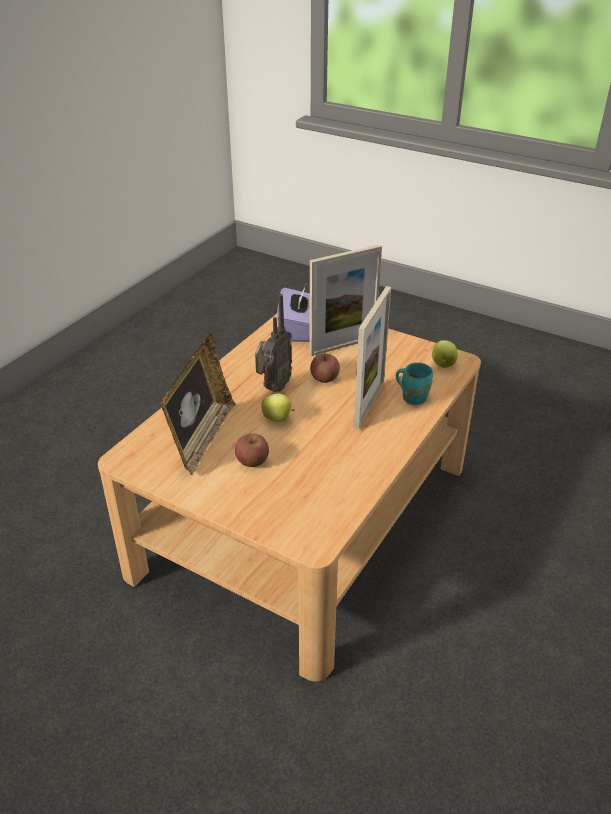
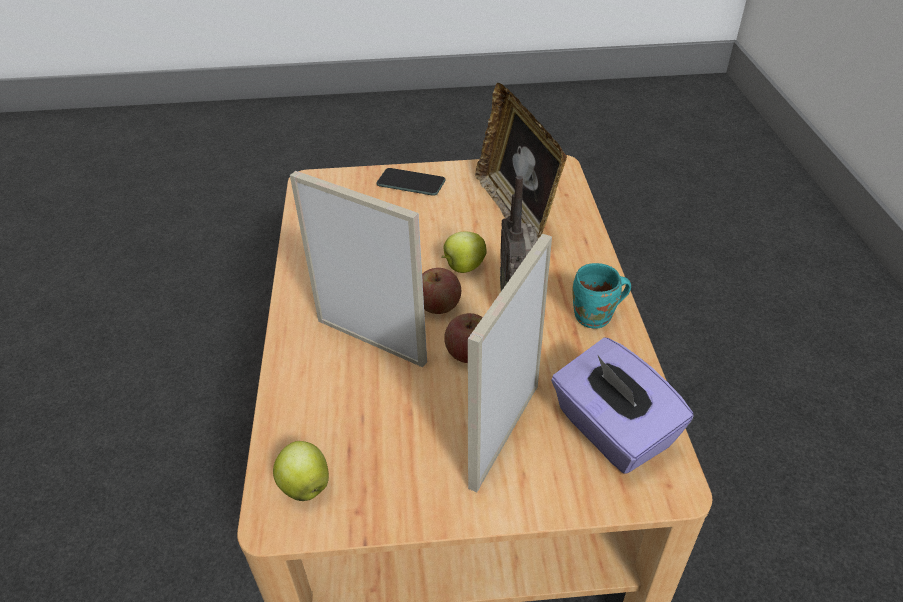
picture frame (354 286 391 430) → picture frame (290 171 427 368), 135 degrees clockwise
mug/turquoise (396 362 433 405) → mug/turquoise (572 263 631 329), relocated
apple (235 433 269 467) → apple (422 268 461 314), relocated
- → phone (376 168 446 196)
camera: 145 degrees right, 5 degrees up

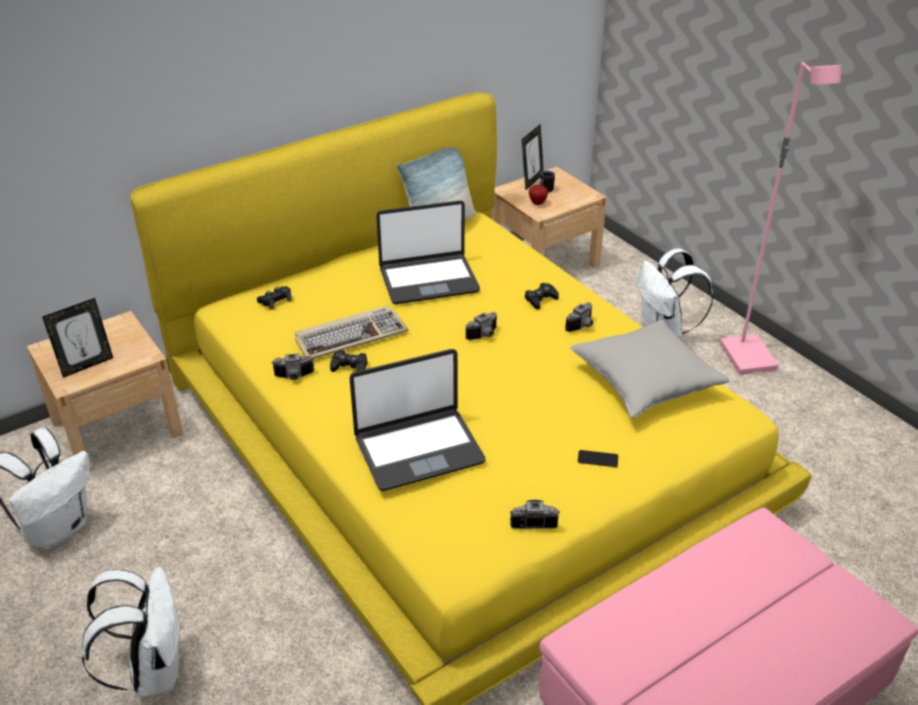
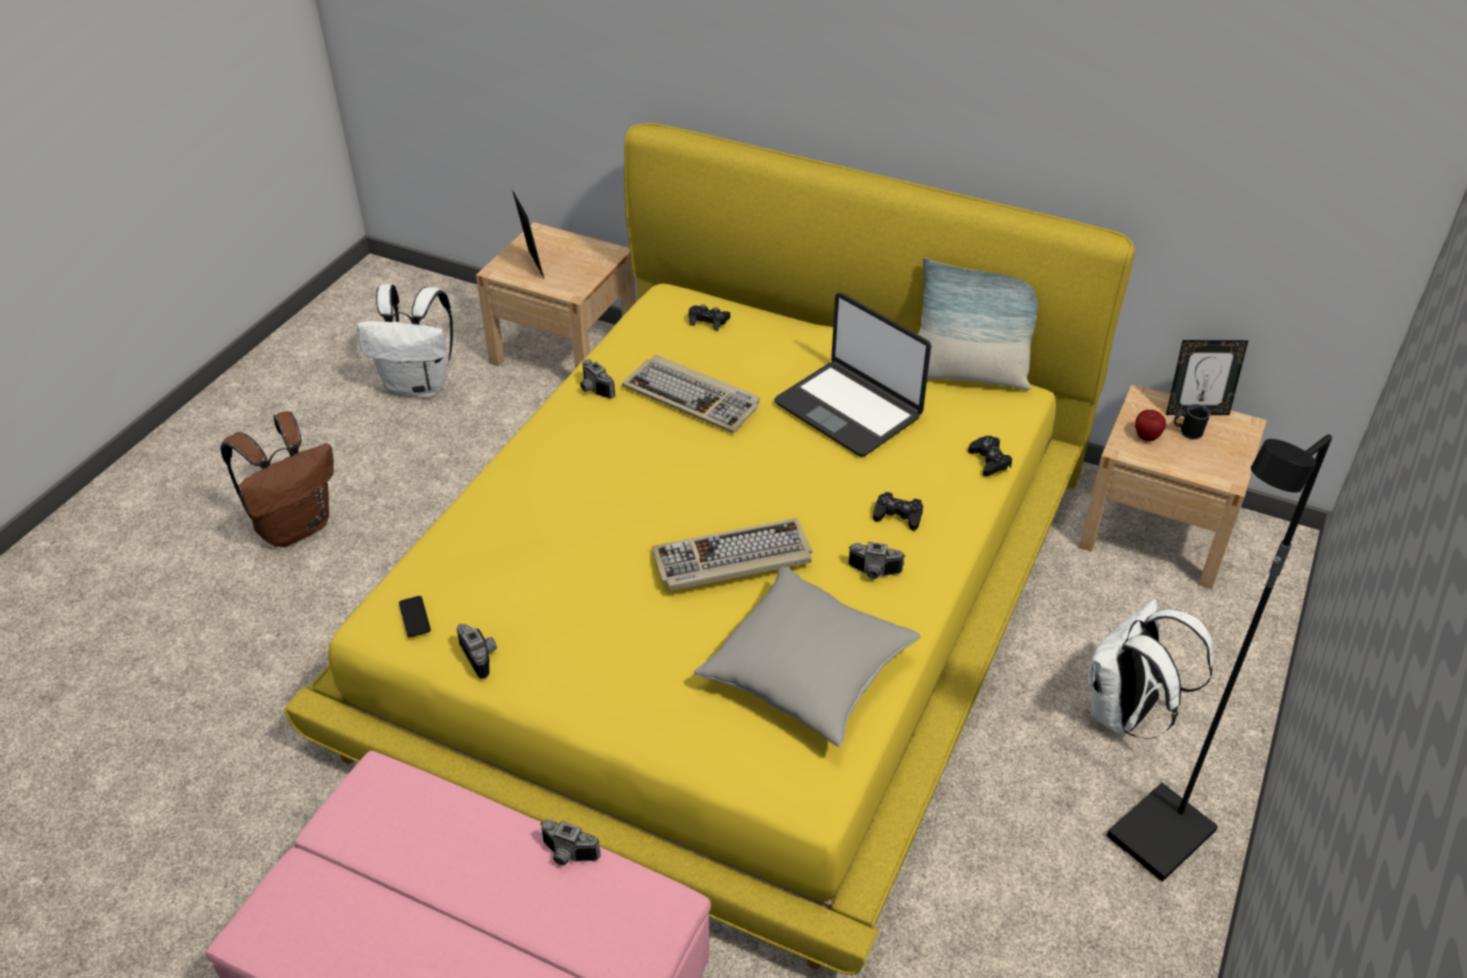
floor lamp/pink (720 62 841 375) → floor lamp/black (1107 434 1332 881)
picture frame (42 298 113 378) → picture frame (512 190 544 278), 135 degrees counterclockwise
photo camera (466 312 497 340) → photo camera (540 820 601 866), relocated
laptop (350 349 485 491) → -
game controller/black (330 350 368 372) → game controller/black (968 436 1012 476), relocated
phone (578 450 618 467) → phone (399 596 431 637), relocated
backpack/white (82 567 183 697) → backpack/brown (220 411 334 547)
- → keyboard (651 518 812 591)
camera: 60 degrees right, 5 degrees up

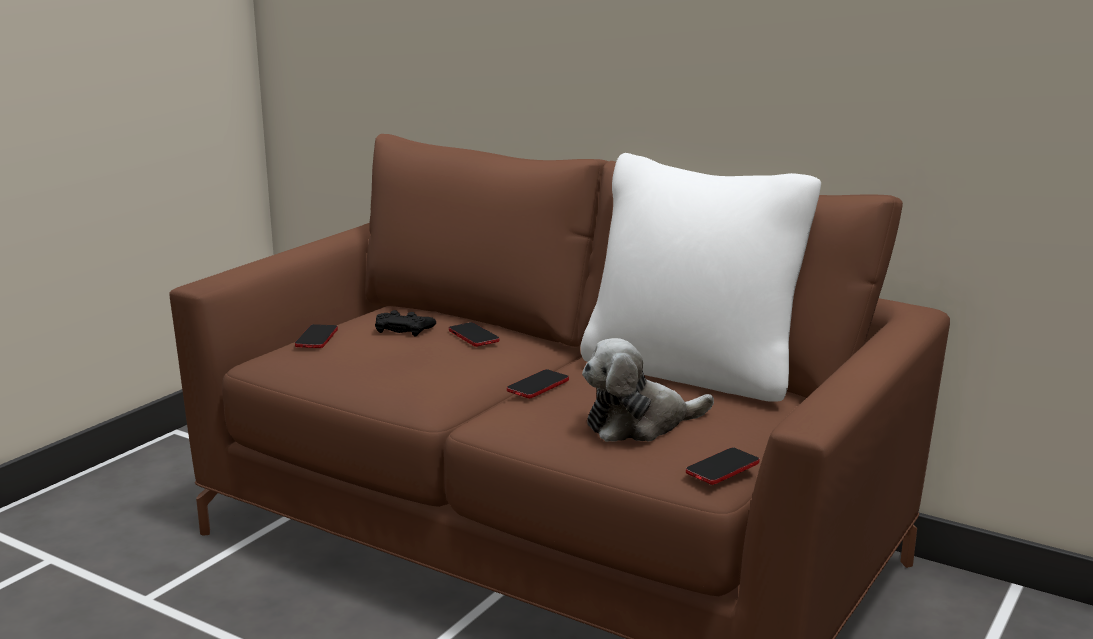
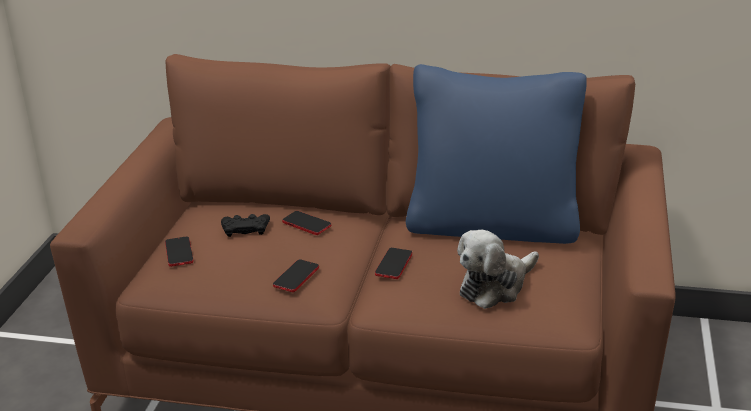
pillow/white (580 153 821 402) → pillow/blue (406 64 587 244)
phone (686 448 759 485) → phone (273 259 319 292), relocated
camera: 20 degrees left, 10 degrees up

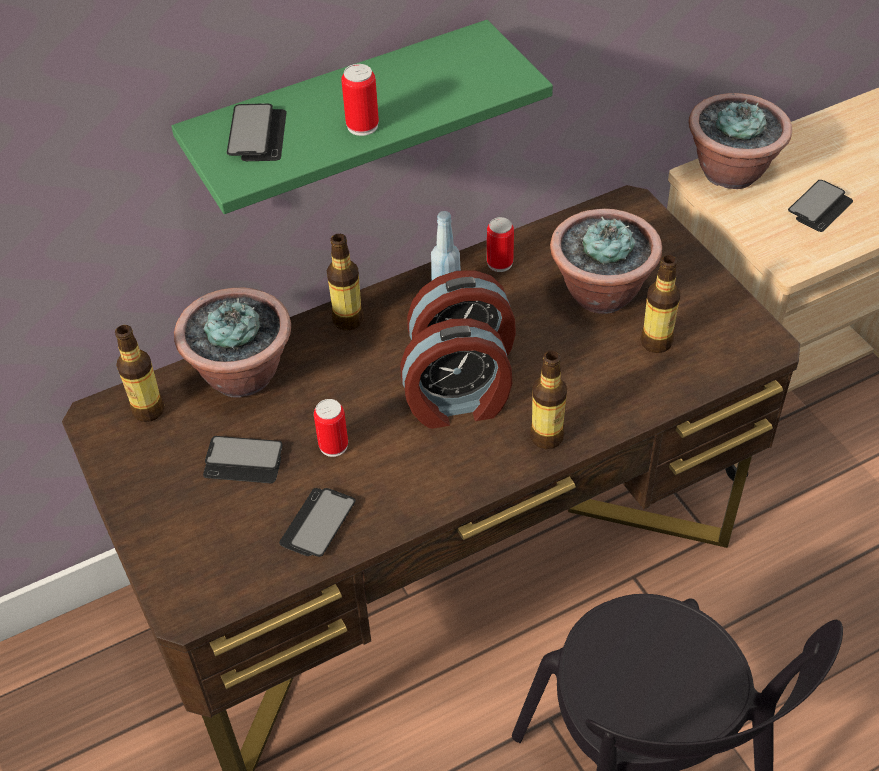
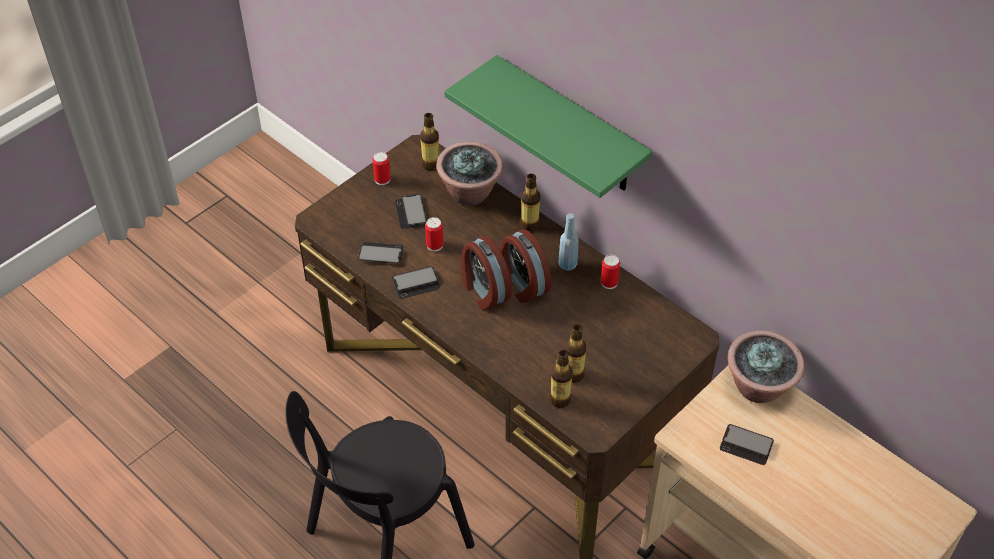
can (341 64 379 136) → can (372 152 391 185), relocated
phone (227 103 287 161) → phone (392 266 440 299), relocated
potted plant (550 209 662 314) → -
bottle (530 351 567 449) → bottle (550 349 573 408), relocated
camera: 70 degrees right, 0 degrees up

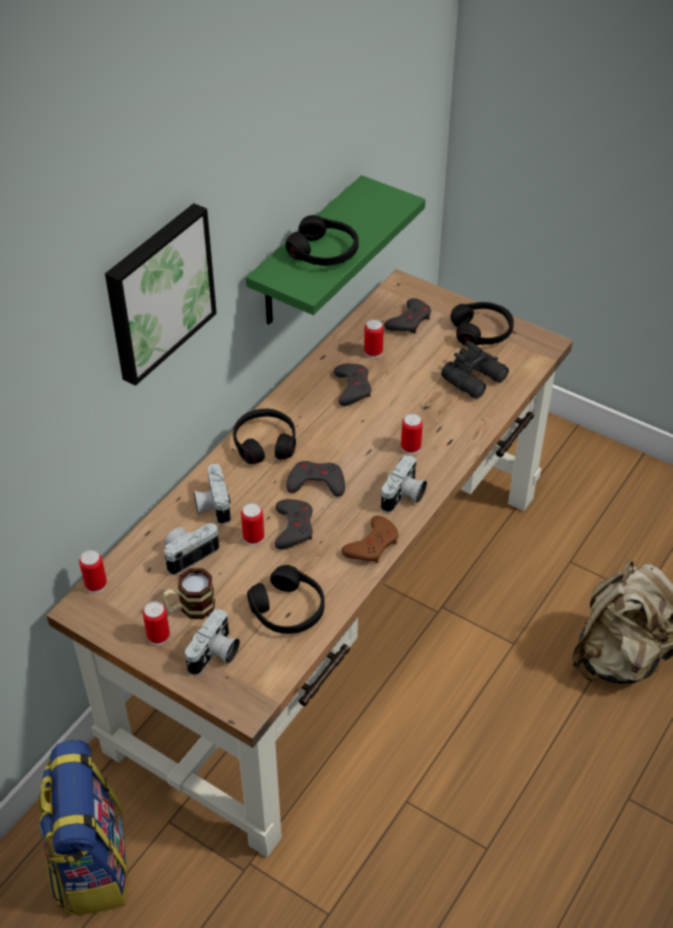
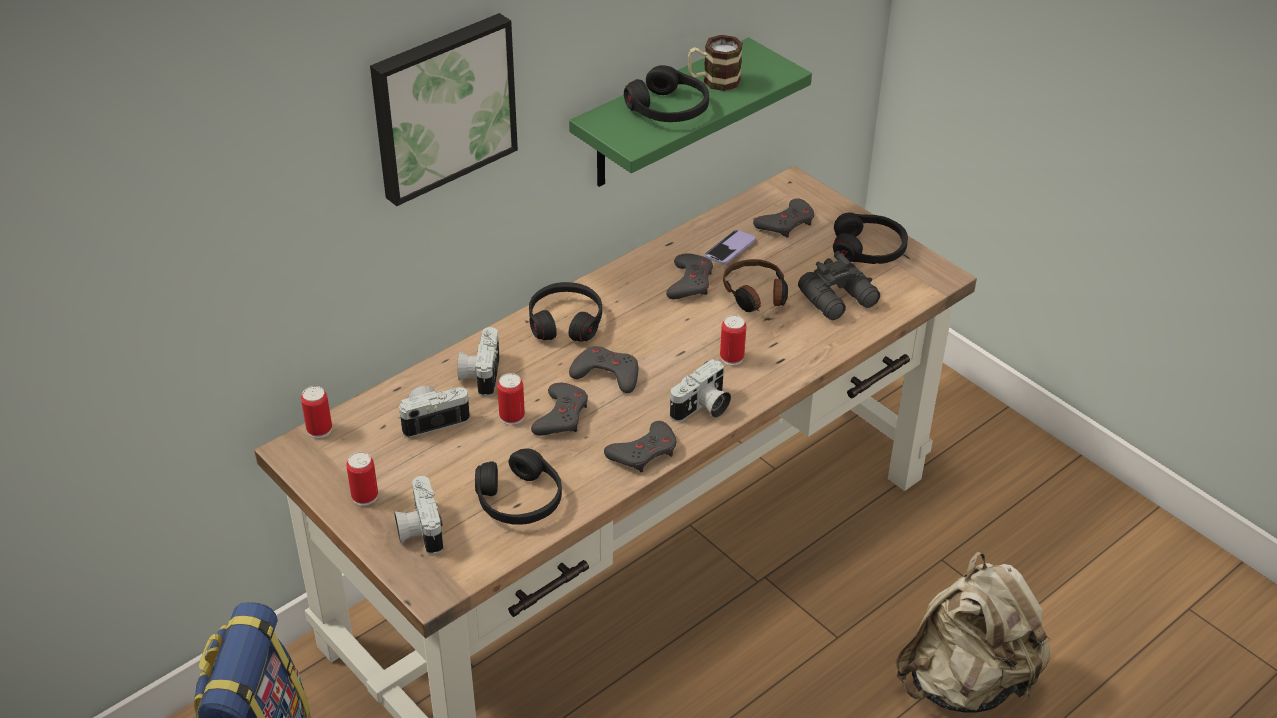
can (364 319 384 358) → phone (705 230 755 265)
game controller/brown (341 516 399 563) → game controller/grey (604 421 676 472)
mug (163 568 215 619) → mug (688 35 743 91), relocated
photo camera (185 609 240 676) → photo camera (394 476 443 555), 120 degrees clockwise
- → headphones (723 259 788 312)
camera: 15 degrees right, 5 degrees down

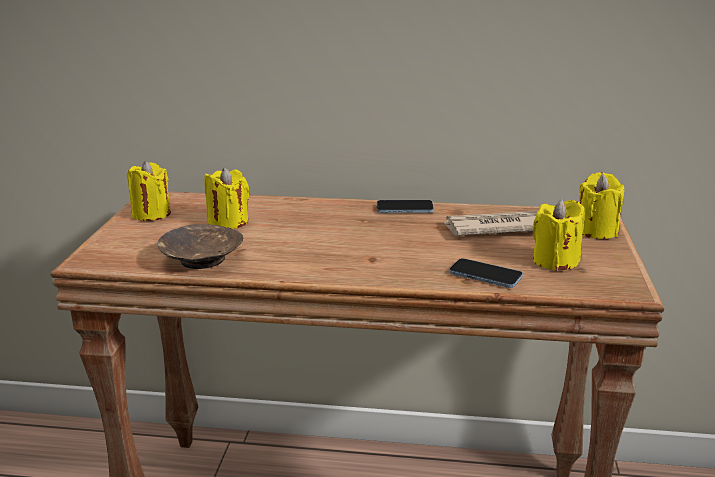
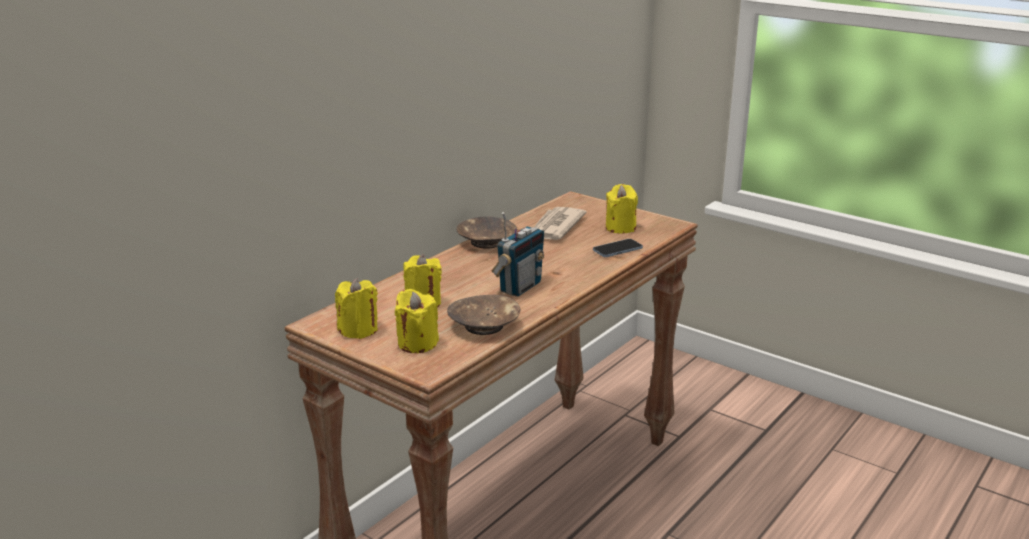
candle/yellow (579 172 624 239) → candle/yellow (395 289 439 353), relocated
phone (377 200 434 213) → bowl/brown (456 217 517 249)
- → radio (491 212 544 296)
camera: 60 degrees left, 0 degrees up

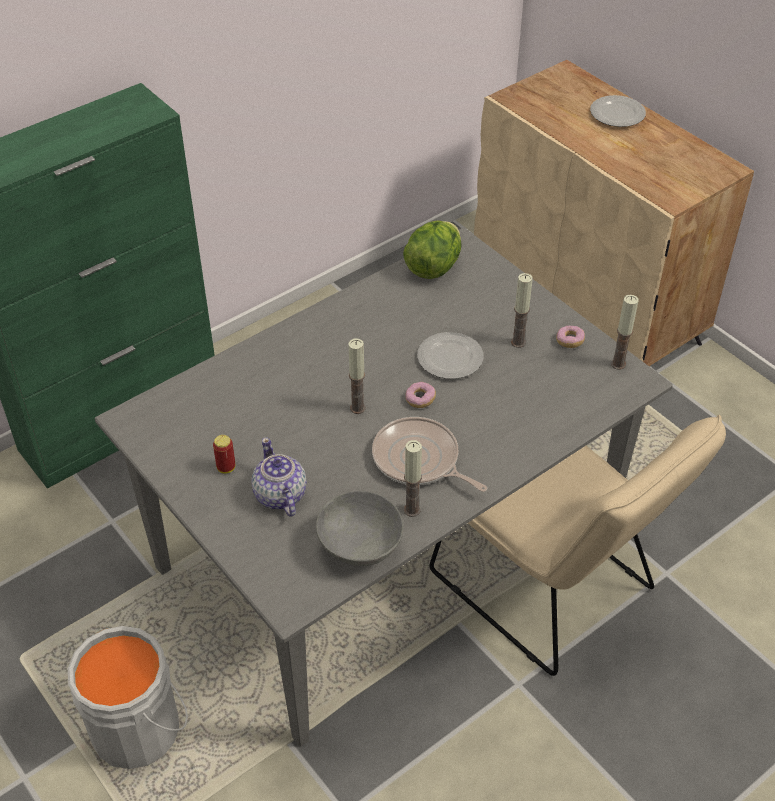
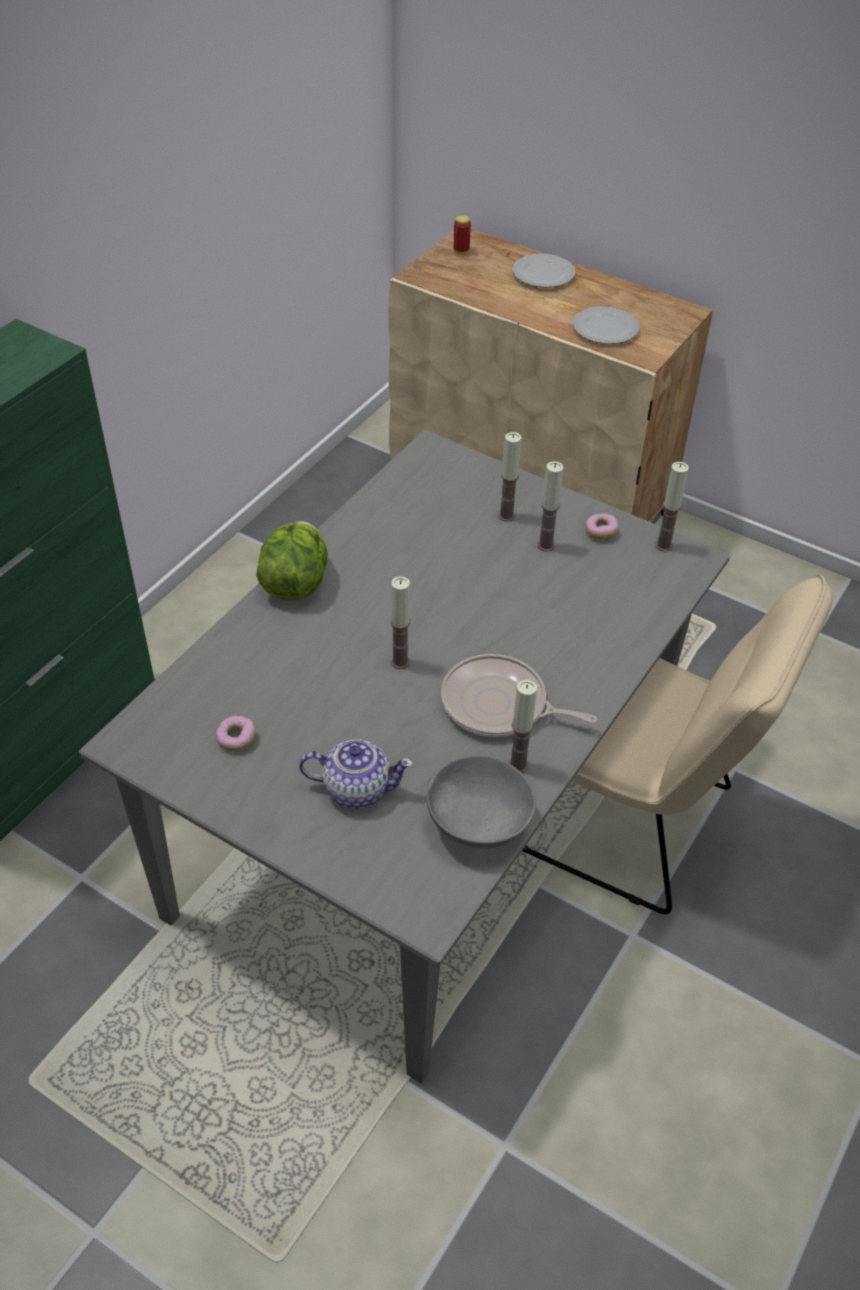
lettuce (403 220 461 279) → lettuce (256 522 328 600), relocated
plate (417 332 484 379) → plate (573 307 639 344), relocated
donut (405 382 436 408) → donut (216 716 256 751), relocated
can (213 435 235 474) → can (454 215 471 254), relocated
teapot (251 437 307 517) → teapot (299 739 413 808), 135 degrees clockwise
bucket/grey (68 626 188 769) → -
- → candle (498 432 521 522)
camera: 20 degrees left, 0 degrees up

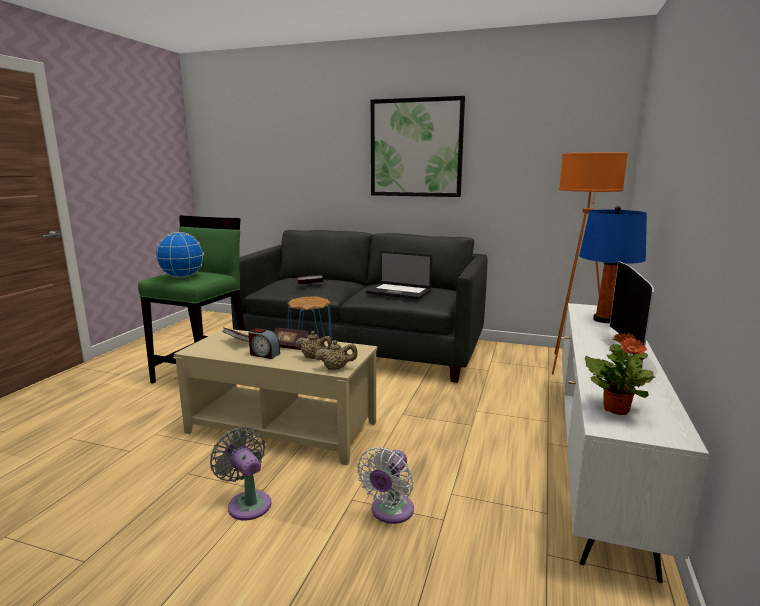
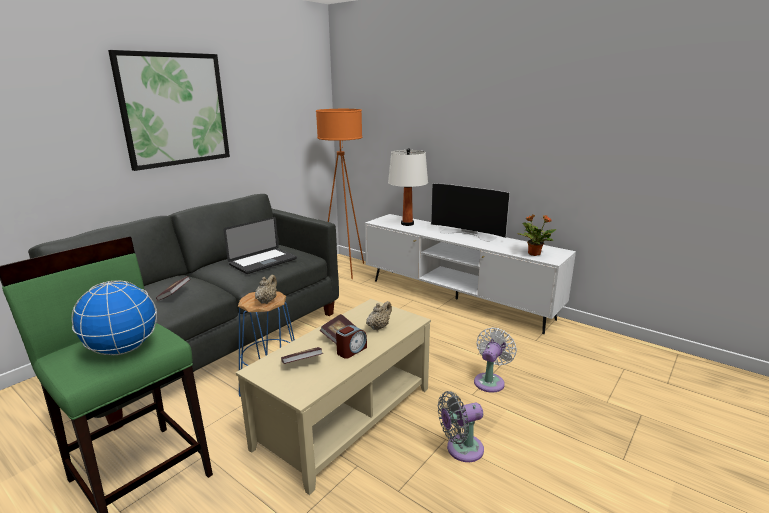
table lamp/blue (579 206 647 323) → table lamp/white (388 148 428 226)
teapot/beige (315 340 358 370) → teapot/beige (255 275 277 304), relocated
fan/white (357 447 414 524) → fan/white (474 327 517 393), 105 degrees counterclockwise
camera: 70 degrees left, 5 degrees up

